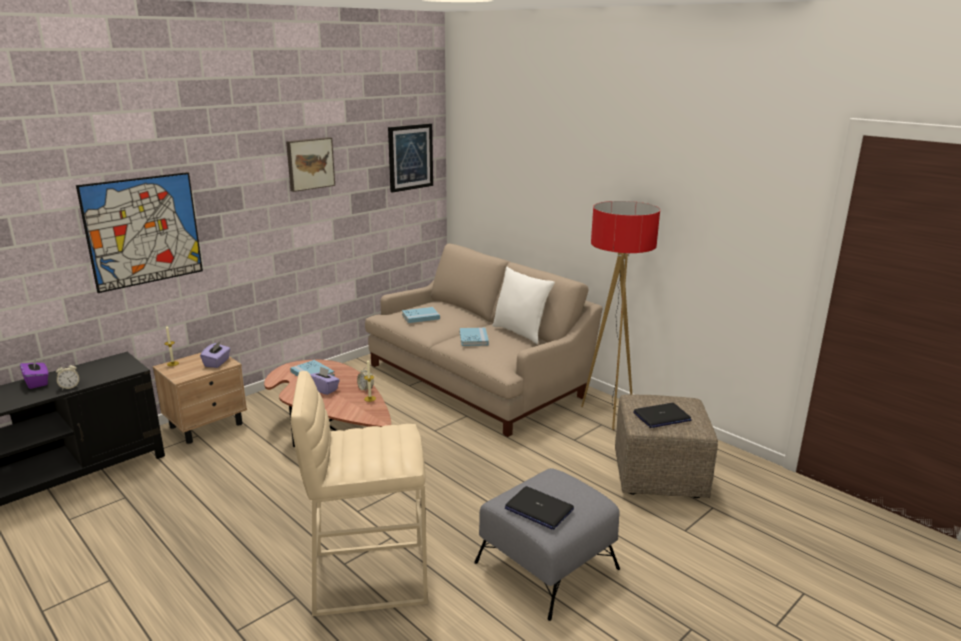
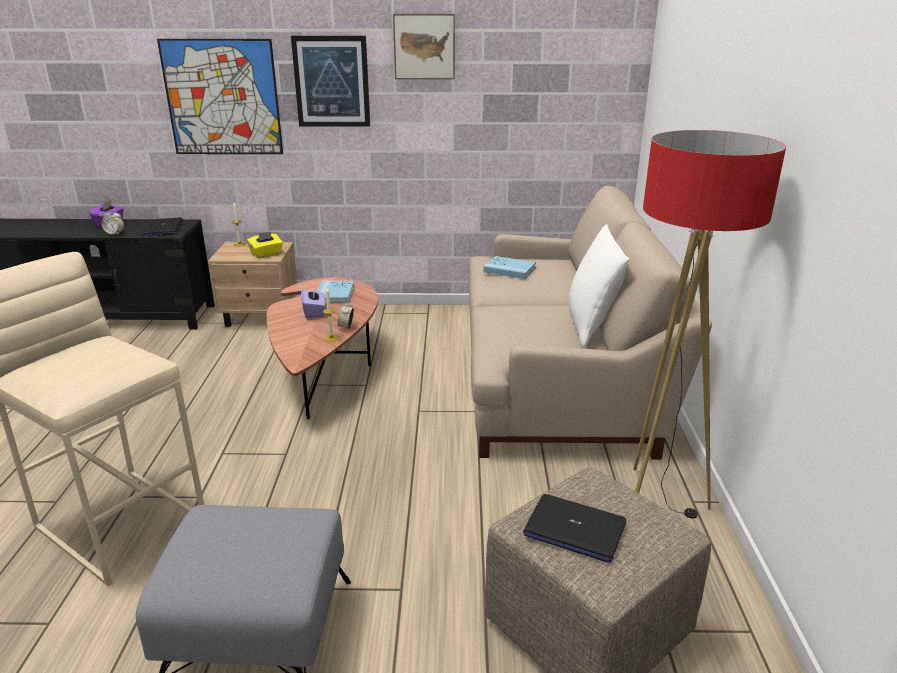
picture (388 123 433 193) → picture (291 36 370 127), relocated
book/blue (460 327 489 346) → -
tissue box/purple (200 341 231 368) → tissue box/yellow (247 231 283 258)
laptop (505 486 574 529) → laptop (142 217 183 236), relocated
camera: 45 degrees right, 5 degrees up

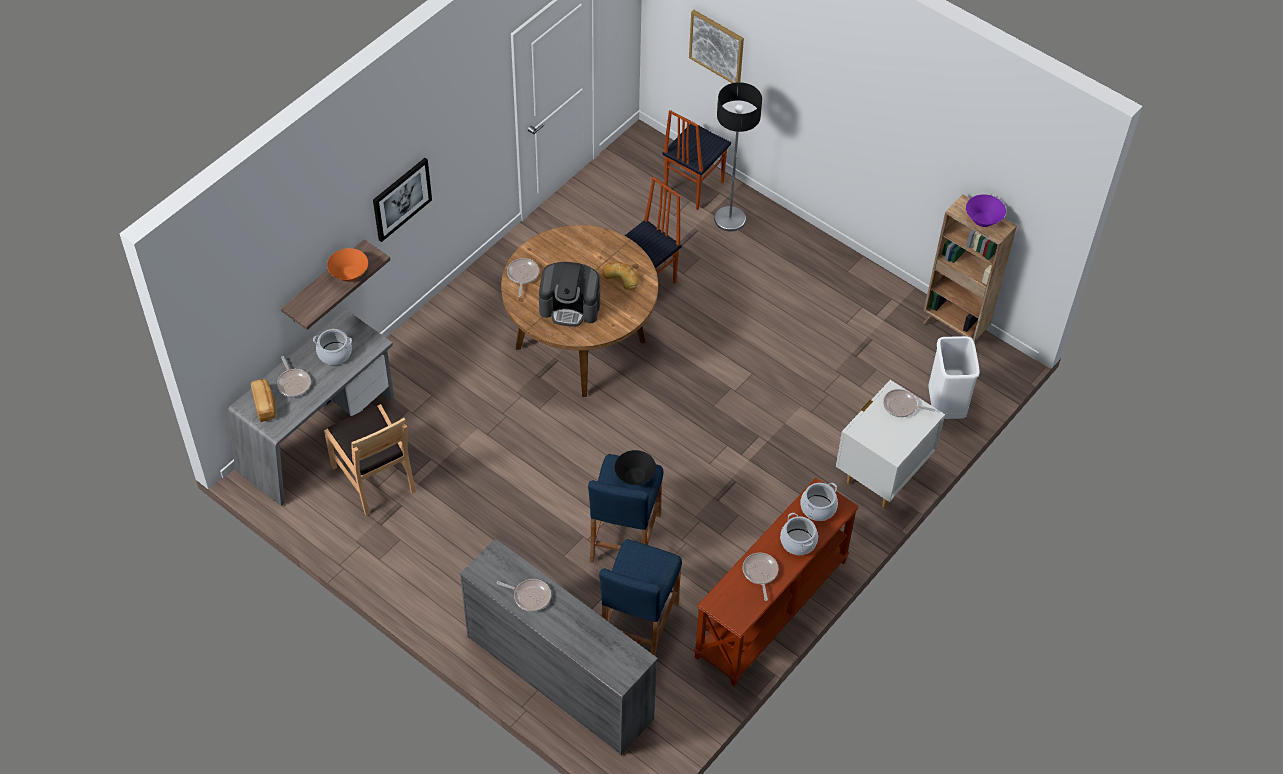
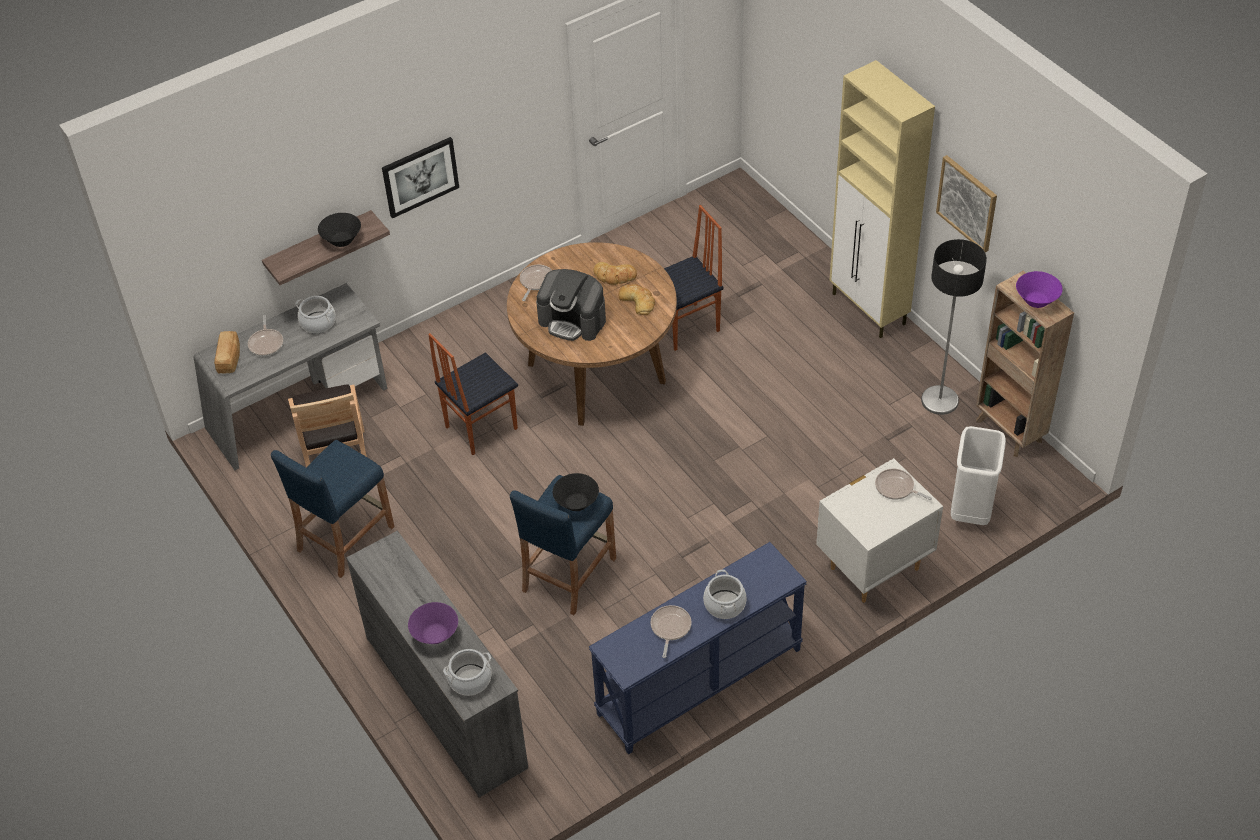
picture (689 10 744 83) → picture (936 155 997 252), relocated
floor lamp (714 82 762 231) → floor lamp (921 239 987 415), relocated
chair (662 110 731 210) → chair (428 333 518 455), relocated
bowl/orange (327 248 368 282) → bowl/black (318 213 361 247)
console table/brown (694 478 859 687) → console table/blue (589 542 807 754)
cooking pot (800 483 838 521) → cooking pot (443 649 492 696), relocated
stool/blue (599 539 682 656) → stool/blue (271 440 394 578), relocated
frying pan (497 579 551 612) → -
- → cabinet/beige (829 60 935 338)
- → bread (593 262 637 285)
- → bowl/purple (408 602 458 644)
camera: 20 degrees right, 5 degrees down

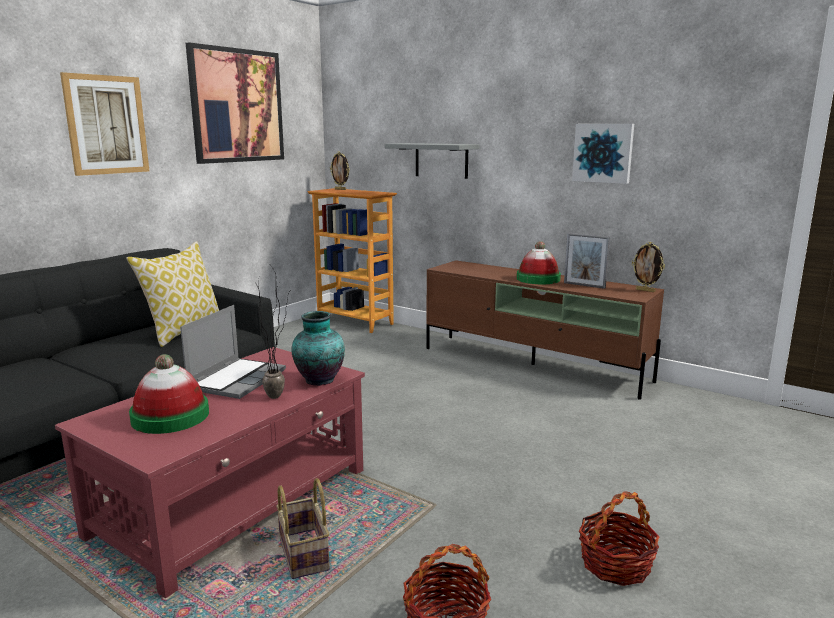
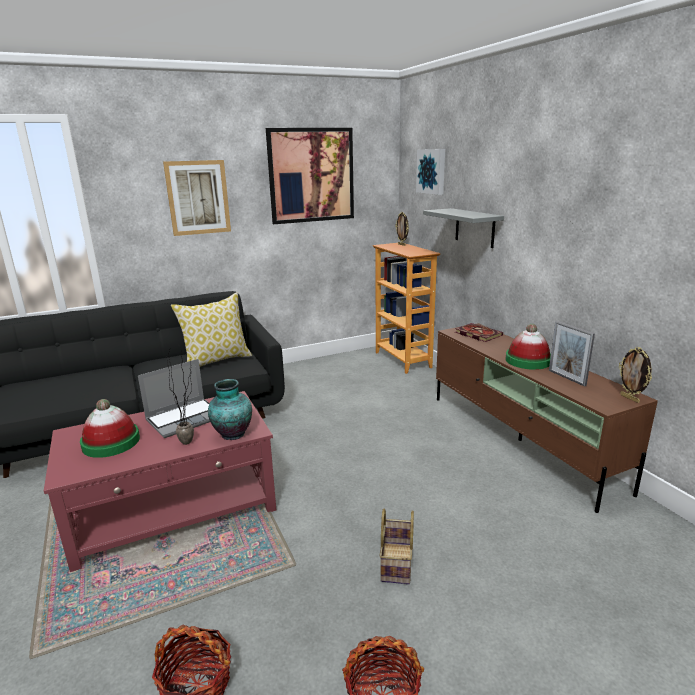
picture (572 124 634 184) → picture (416 149 445 195), relocated
basket (276 478 330 579) → basket (379 509 414 584), relocated
- → book (455 323 503 342)
camera: 30 degrees right, 5 degrees up

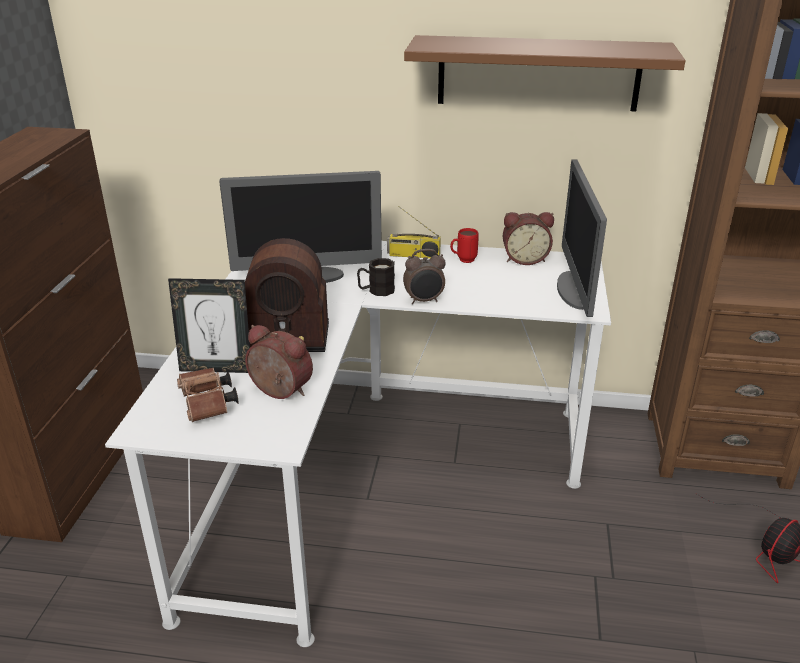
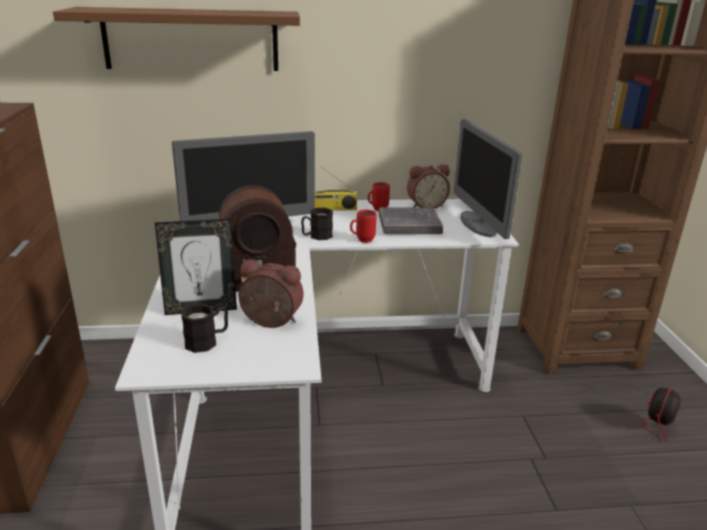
shelf/brown (404 35 685 112) → shelf/brown (53 7 300 71), relocated
alarm clock (403 249 446 304) → mug/red (350 210 376 243)
binoculars/brown (177 368 239 422) → mug/black (181 304 228 353)
- → book/grey (379 207 443 234)
camera: 15 degrees left, 5 degrees down

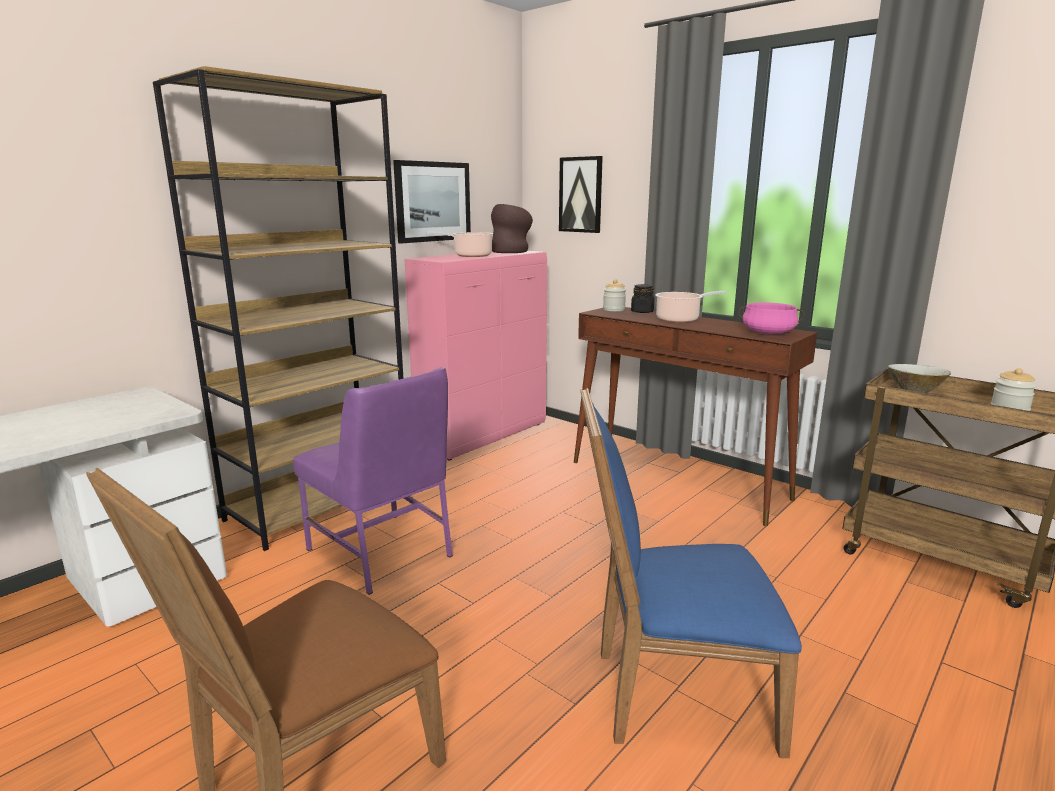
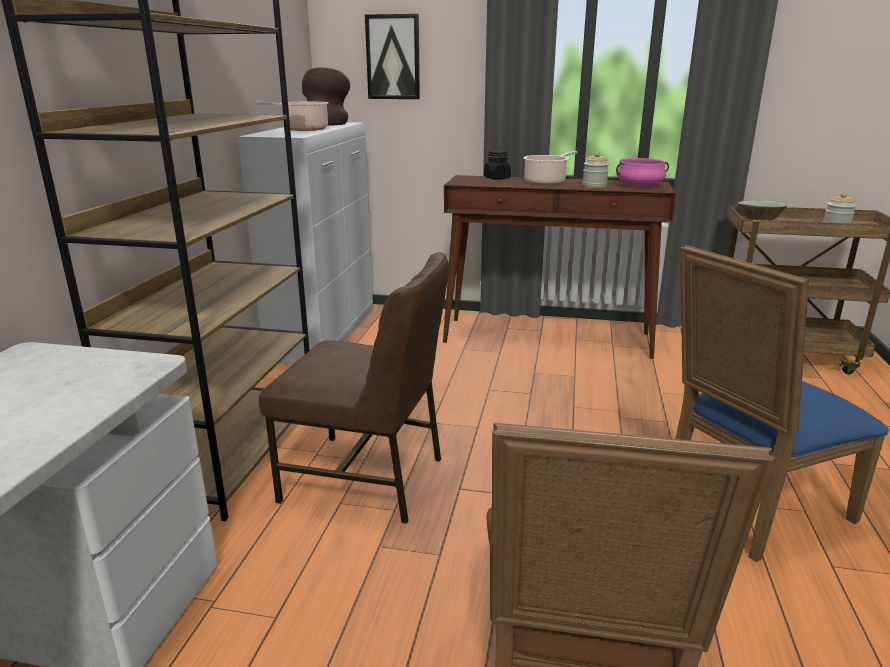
picture (393 160 471 244) → -
cabinet/pink (404 251 547 460) → cabinet/white (238 122 373 364)
jar (603 279 626 311) → jar (582 152 609 188), relocated
chair/purple (293 367 453 595) → chair/brown (259 252 449 524)
camera: 30 degrees left, 5 degrees up

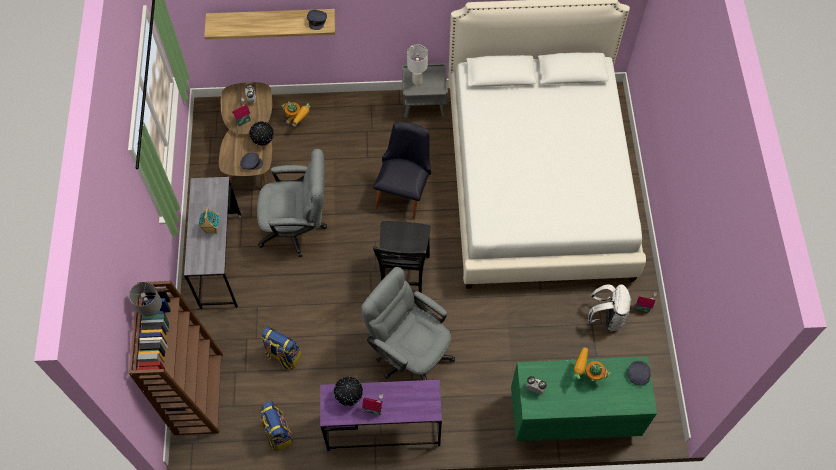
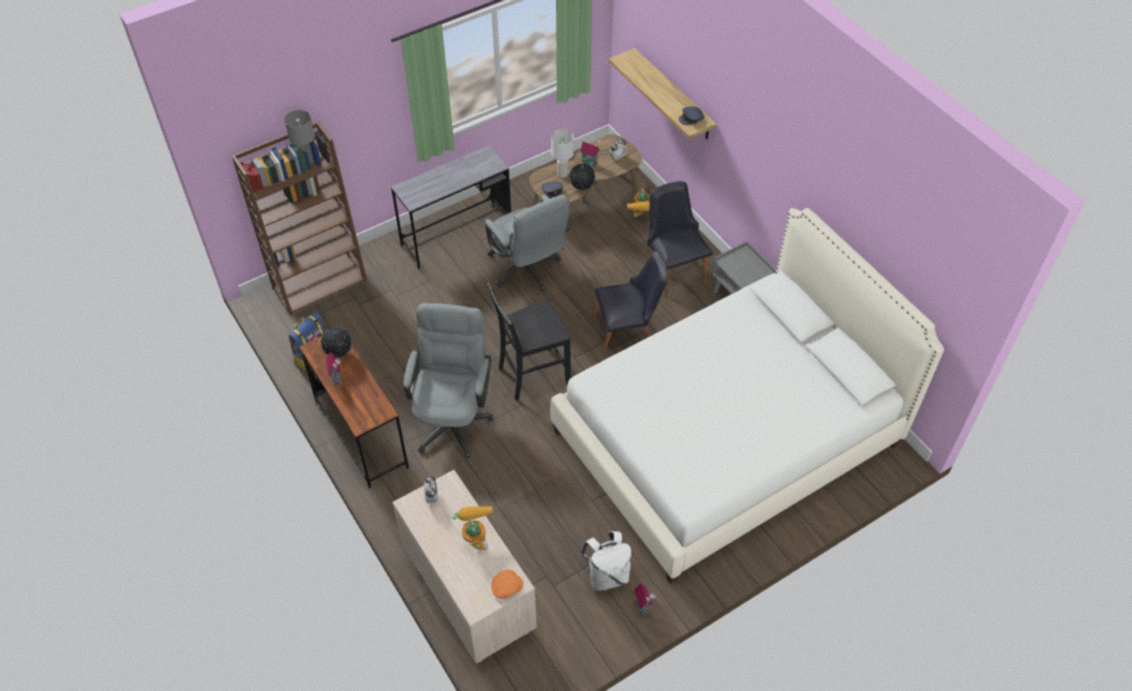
table lamp/white (407 44 428 85) → table lamp/white (551 129 574 178), relocated
toy house (198 207 220 234) → -
backpack (261 327 302 369) → -
dresser/green (511 357 657 442) → dresser/beige (393 470 537 663)
cap/grey (628 361 650 385) → cap/orange (491 570 523 599)
desk/purple (320 380 442 451) → desk/brown (299 336 409 488)
- → chair/black (648 181 713 297)
camera: 60 degrees right, 10 degrees down

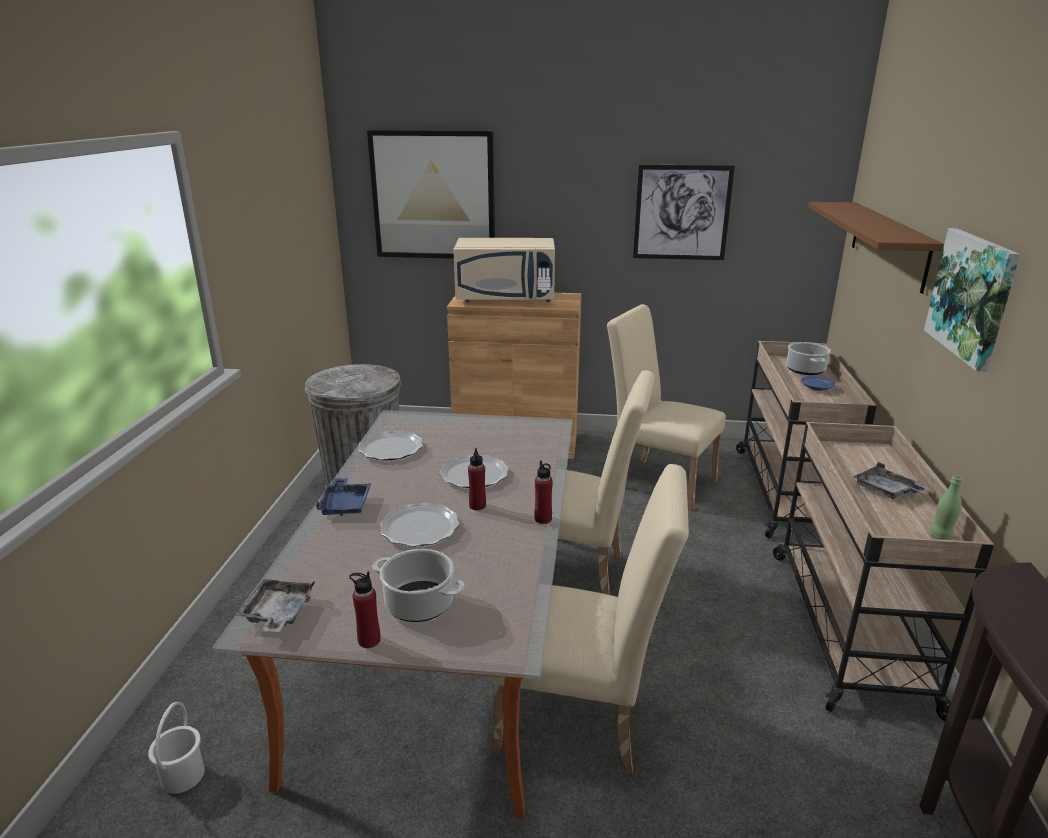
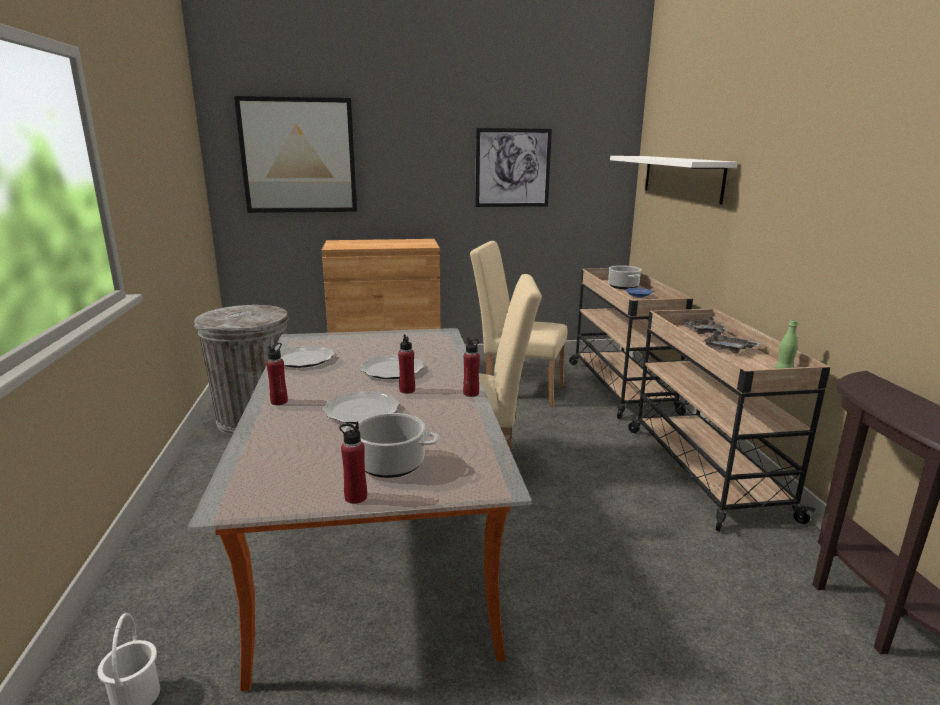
shelf/brown (808 202 944 294) → shelf/white (610 156 737 205)
picture (924 228 1020 372) → -
microwave/beige (453 238 555 302) → -
chair/beige (490 464 689 775) → -
tray/blue (316 478 371 516) → bottle/red (266 343 288 405)
tray/grey (236 579 315 632) → tray/grey (683 316 729 334), relocated
camera: 15 degrees left, 5 degrees down

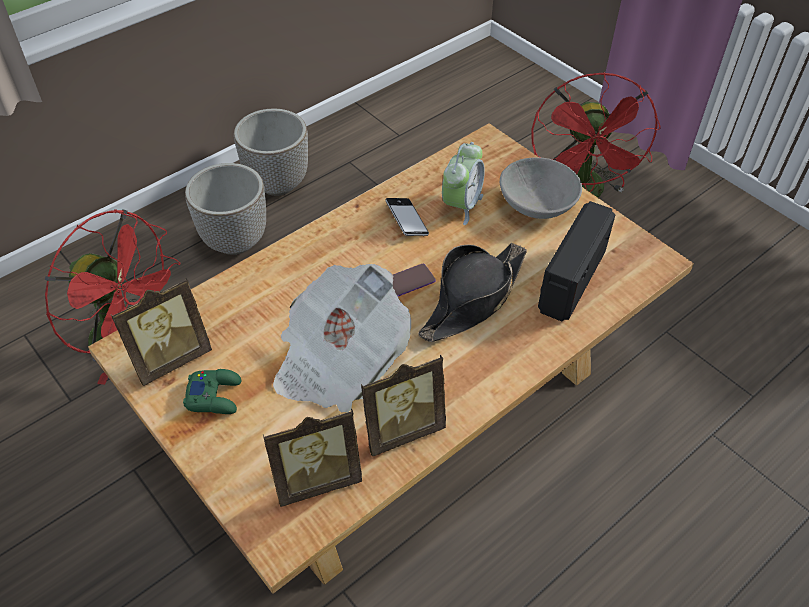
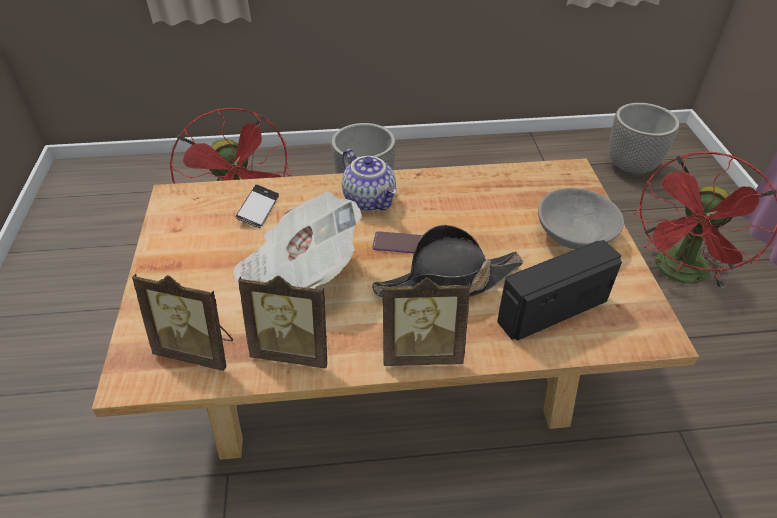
planter (234 109 308 196) → planter (609 103 680 176), relocated
alarm clock (442 142 485 225) → -
phone (385 198 429 236) → phone (236 185 279 228), relocated
picture frame (111 278 212 386) → picture frame (382 278 471 366), relocated
game controller/green (183 369 242 414) → -
- → teapot (342 149 397 211)
camera: 35 degrees right, 5 degrees down

